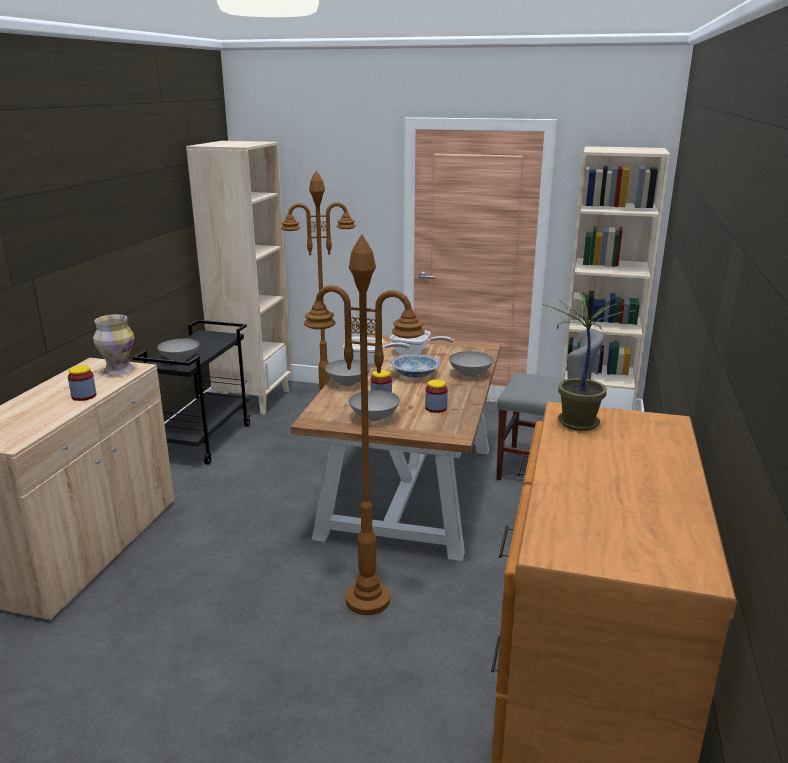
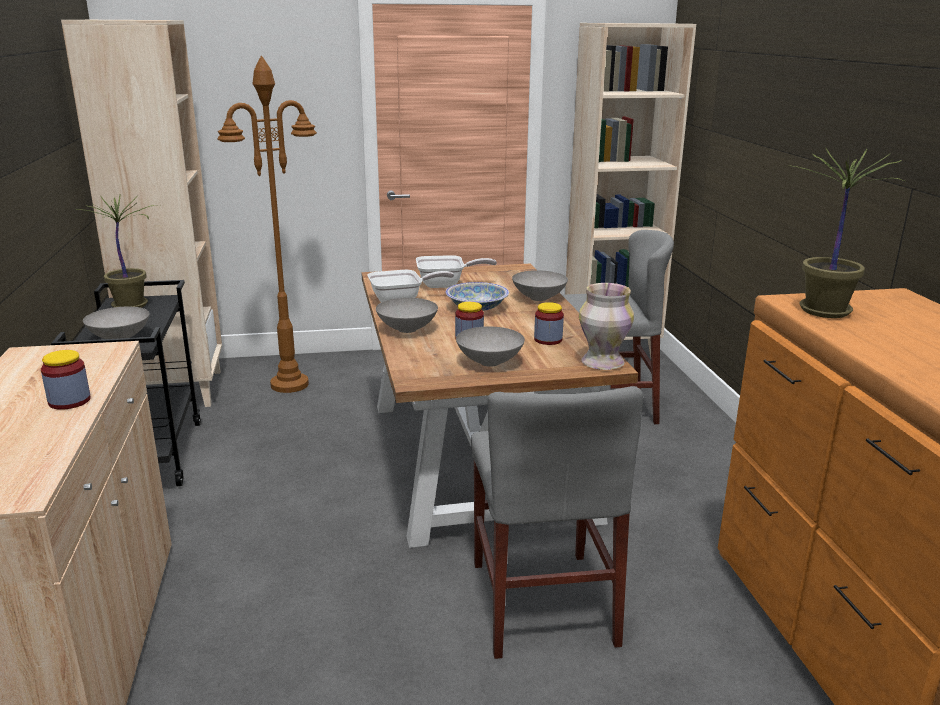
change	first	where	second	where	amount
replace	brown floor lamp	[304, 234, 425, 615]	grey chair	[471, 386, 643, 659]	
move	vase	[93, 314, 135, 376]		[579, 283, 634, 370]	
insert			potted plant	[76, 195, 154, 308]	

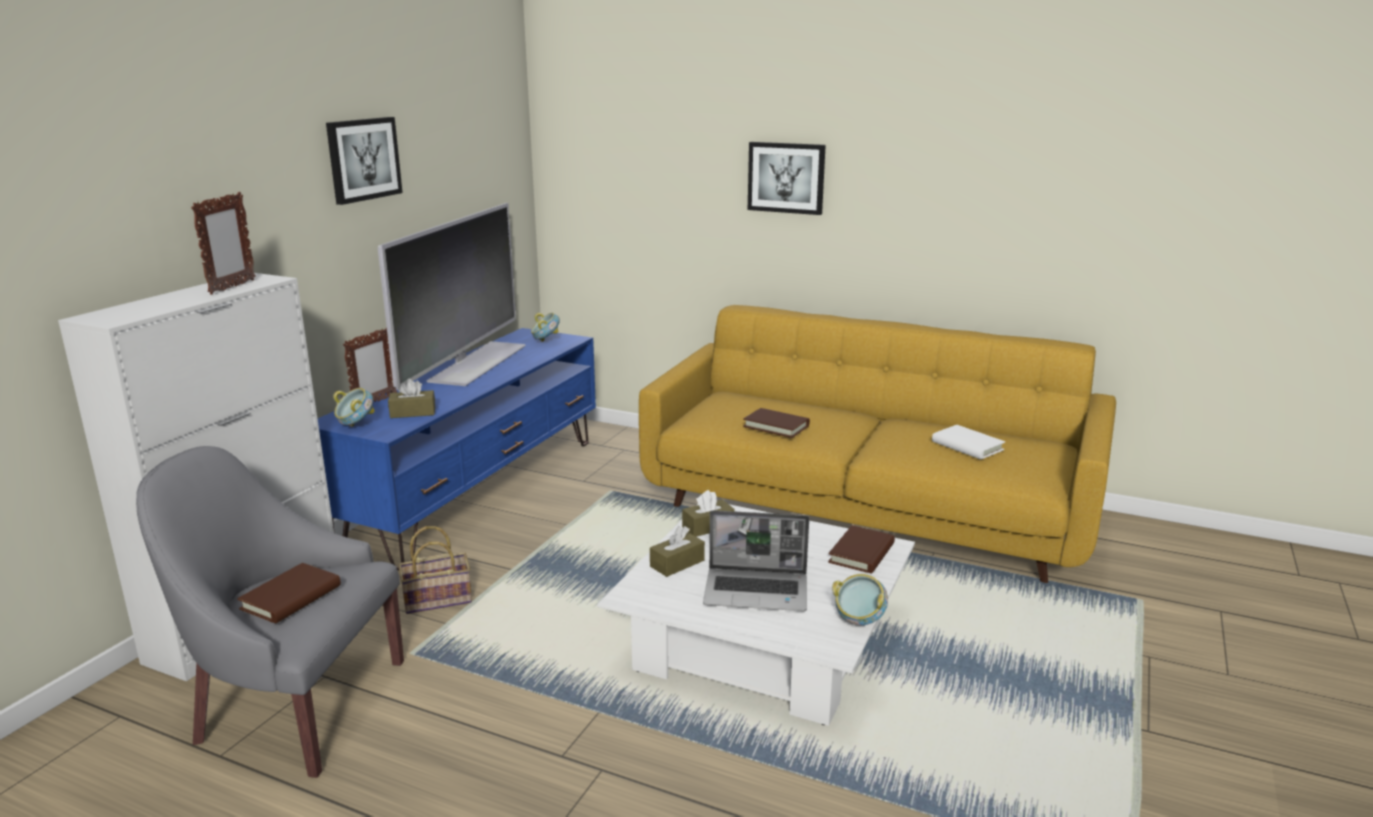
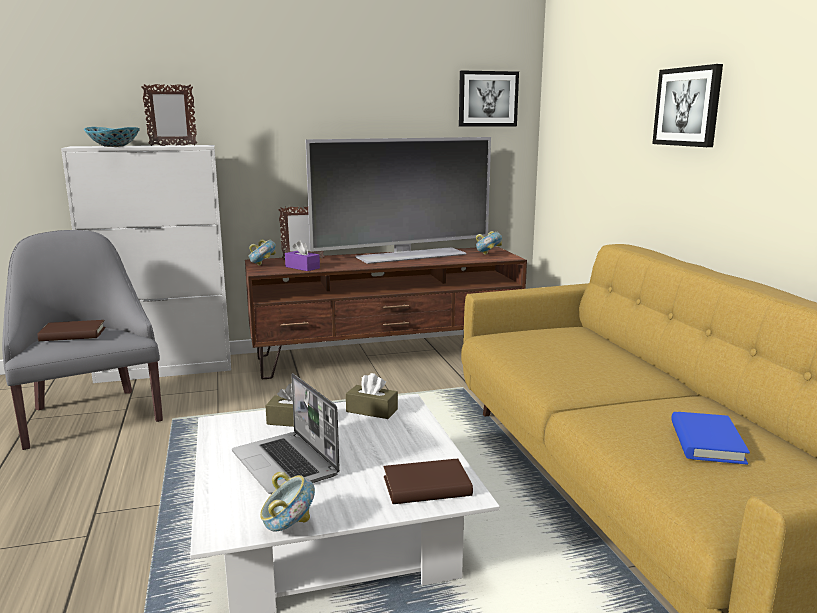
change	first	where	second	where	amount
move	picture	[326, 117, 403, 205]		[459, 70, 519, 127]	
recolor	blue tv stand	[318, 328, 596, 570]	brown tv stand	[245, 246, 527, 379]	
recolor	brown tissue box	[388, 379, 435, 418]	purple tissue box	[285, 240, 320, 271]	
delete	brown book	[743, 408, 810, 438]			
recolor	white book	[932, 425, 1005, 460]	blue book	[671, 412, 750, 464]	
delete	basket	[398, 526, 472, 614]			
insert			bowl	[84, 127, 140, 147]	

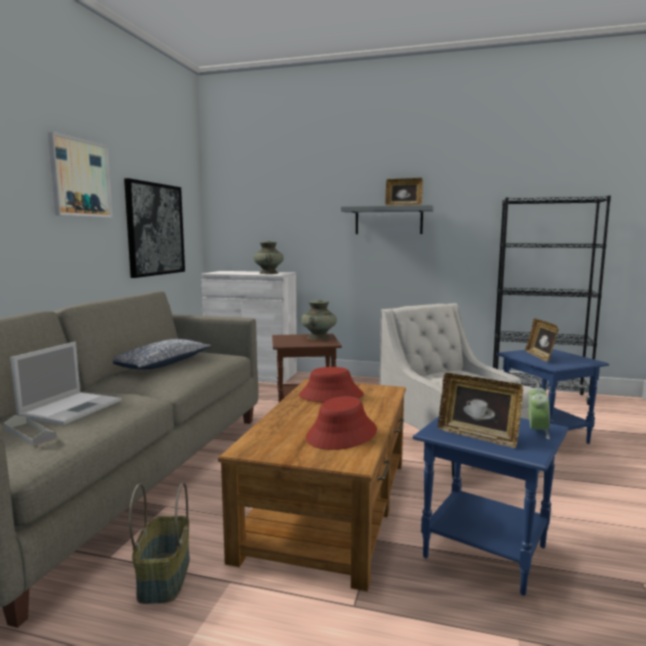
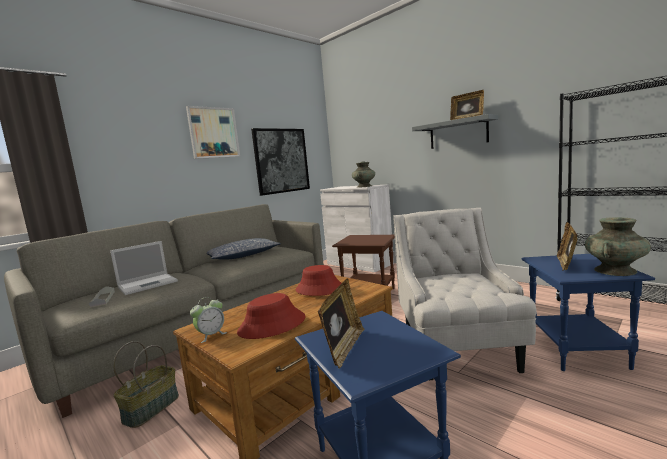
change	first	where	second	where	amount
move	turquoise vase	[301, 300, 337, 340]		[585, 217, 651, 276]	
rotate	picture frame	[438, 373, 523, 448]		[318, 278, 364, 368]	135 degrees counterclockwise
move	alarm clock	[529, 384, 550, 439]		[190, 297, 227, 343]	

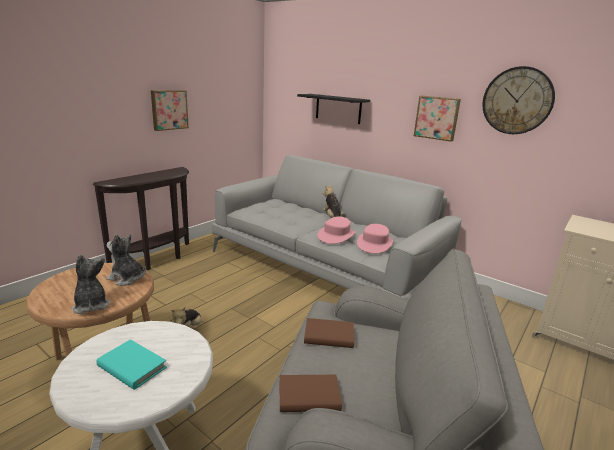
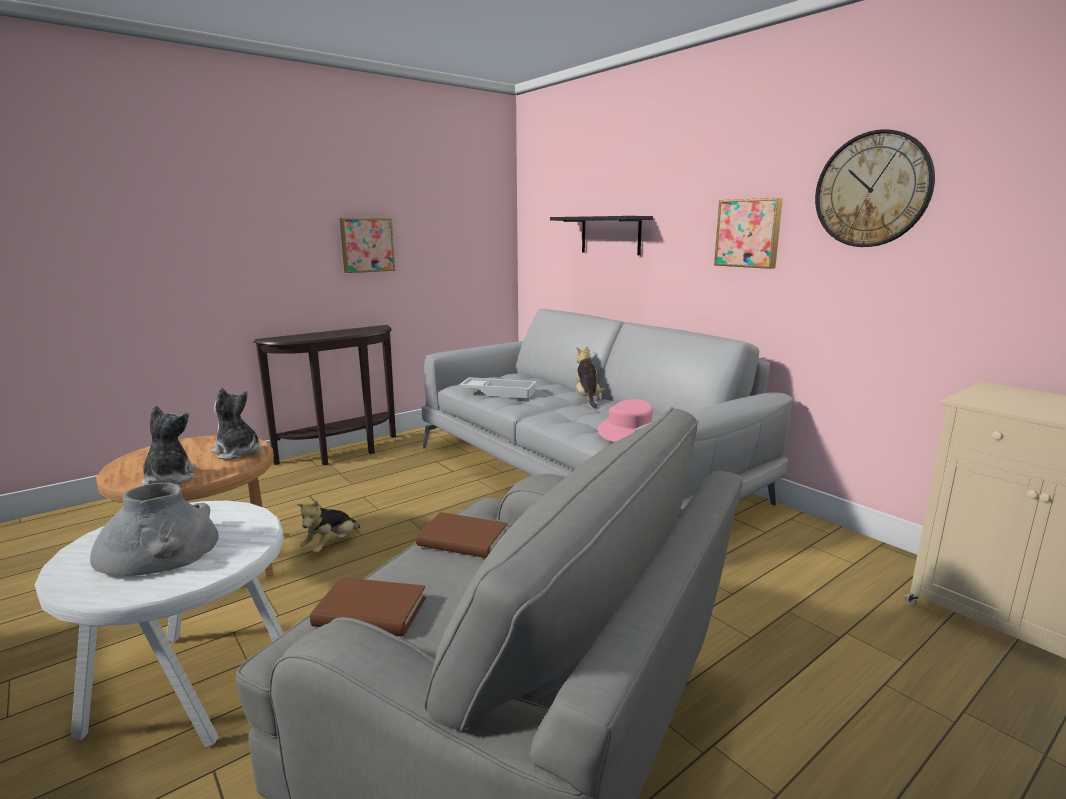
change	first	where	second	where	amount
delete	pink hat	[317, 216, 355, 244]			
replace	turquoise book	[96, 339, 167, 390]	grey vase	[90, 483, 219, 576]	
insert			white tray	[459, 377, 537, 398]	

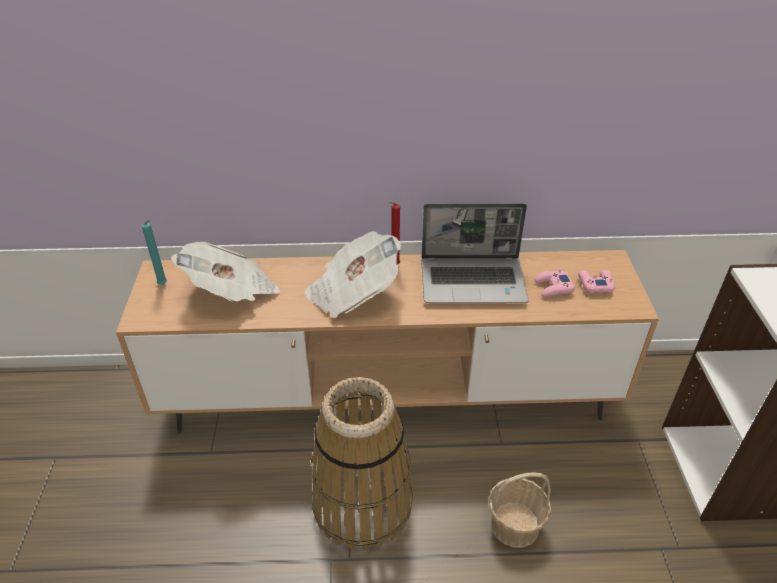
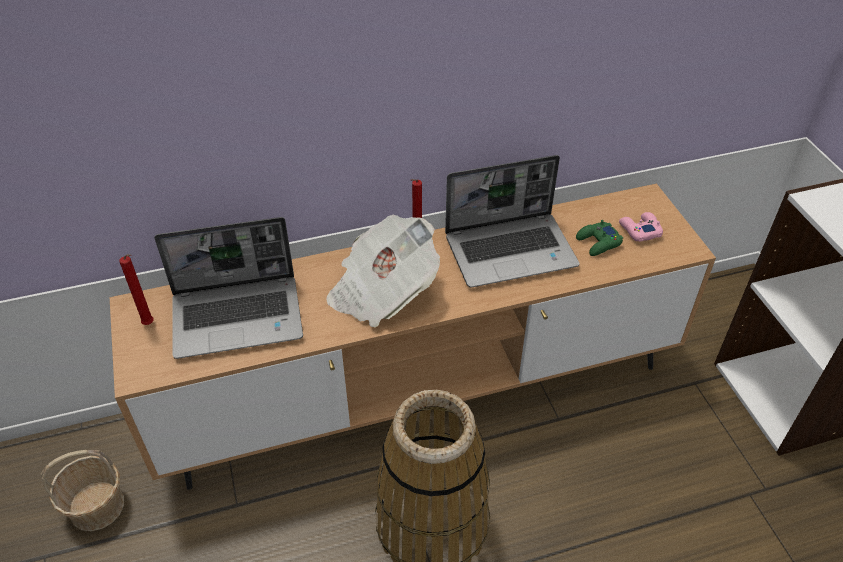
change	first	where	second	where	amount
recolor	turquoise candle	[142, 221, 167, 284]	red candle	[119, 254, 154, 325]	
replace	newspaper	[171, 241, 280, 302]	laptop	[154, 217, 303, 359]	
recolor	pink game controller	[534, 268, 575, 298]	green game controller	[576, 220, 623, 256]	
move	basket	[488, 473, 551, 548]		[41, 450, 124, 531]	

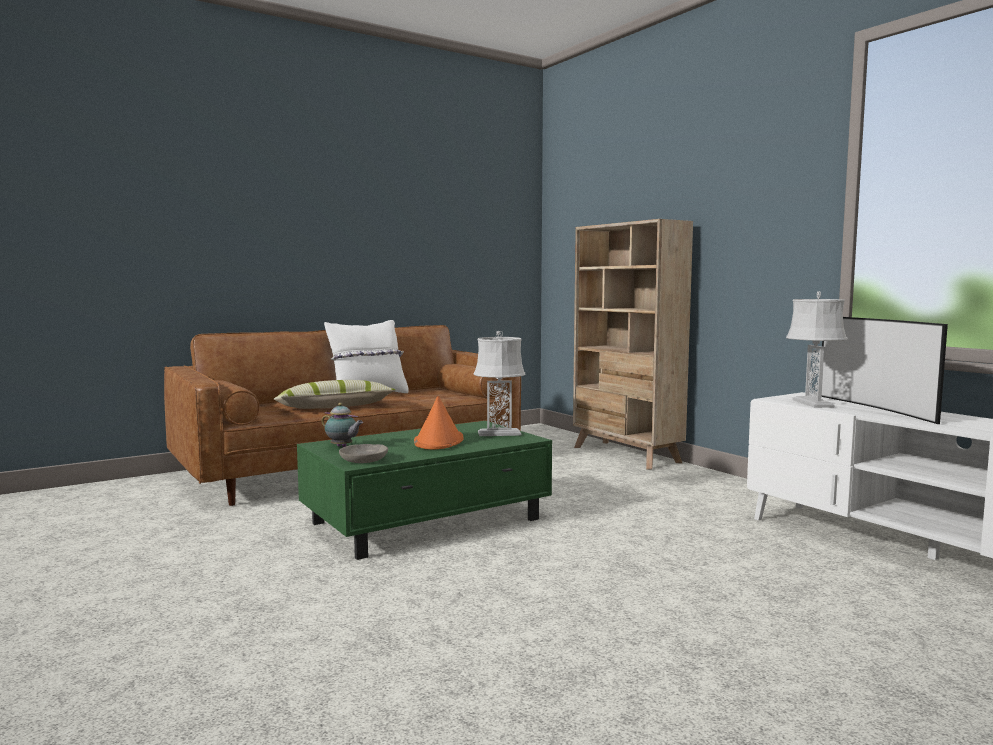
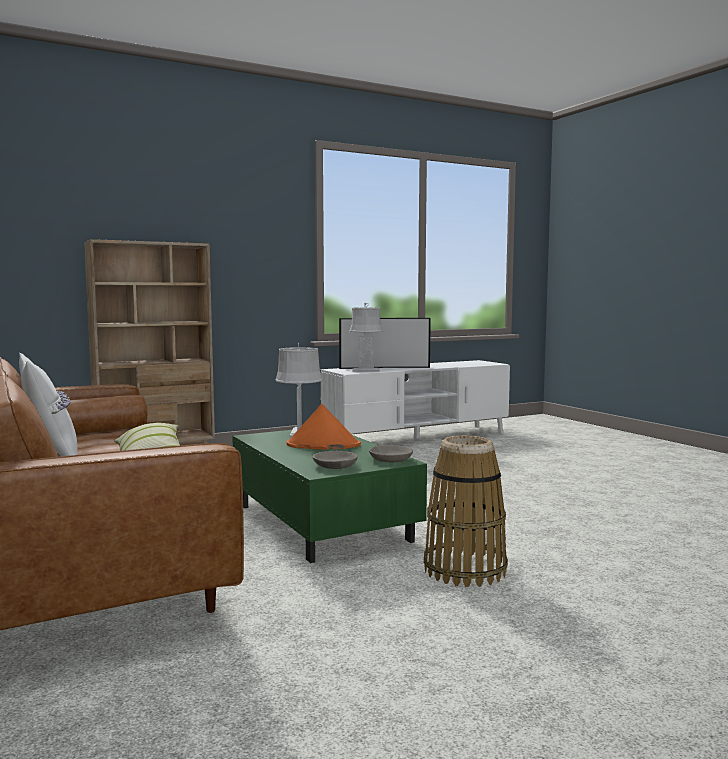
change	first	where	second	where	amount
replace	teapot	[322, 403, 363, 447]	grey bowl	[312, 451, 358, 469]	
insert			basket	[424, 436, 508, 587]	

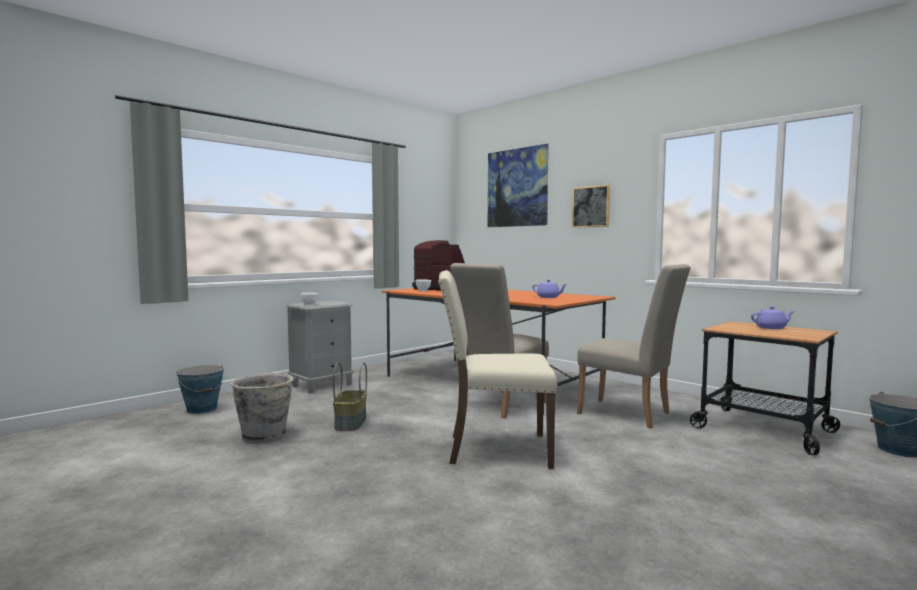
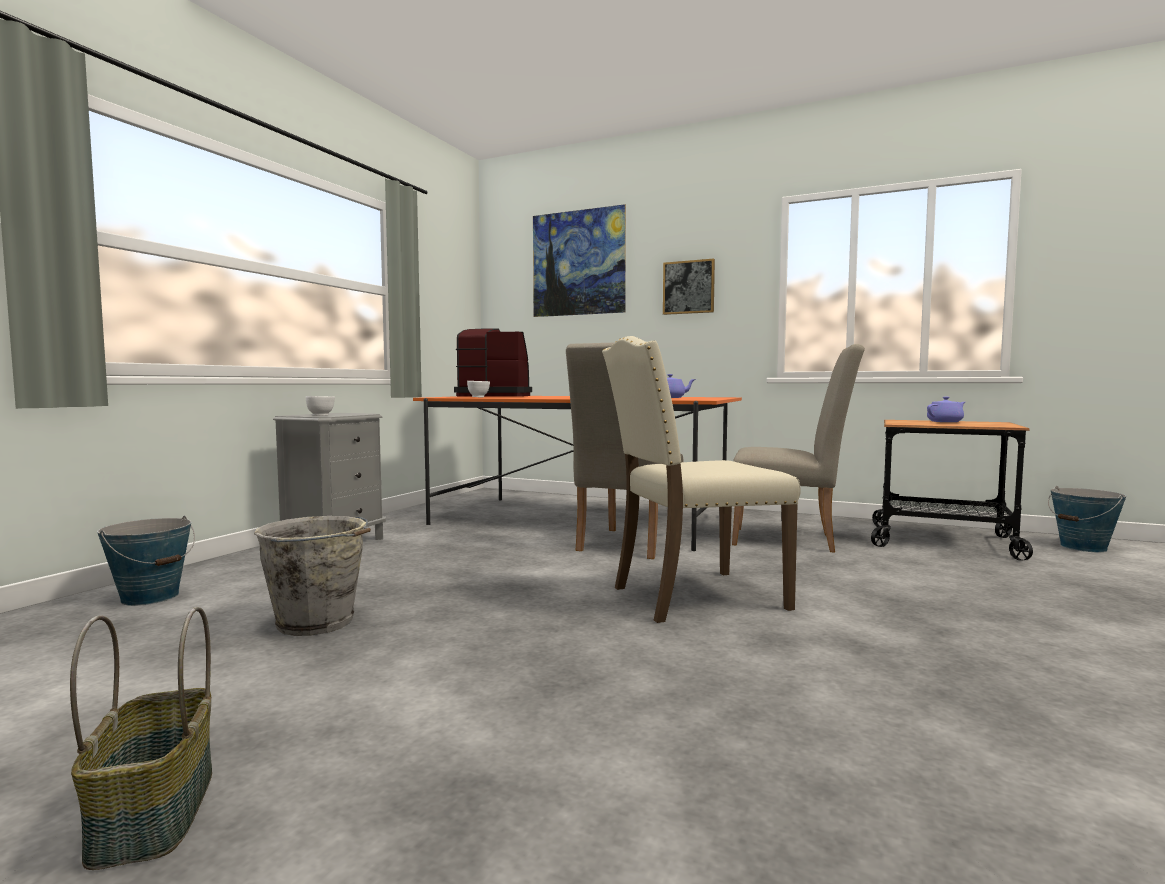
change	first	where	second	where	amount
move	basket	[333, 362, 367, 431]		[70, 607, 212, 870]	

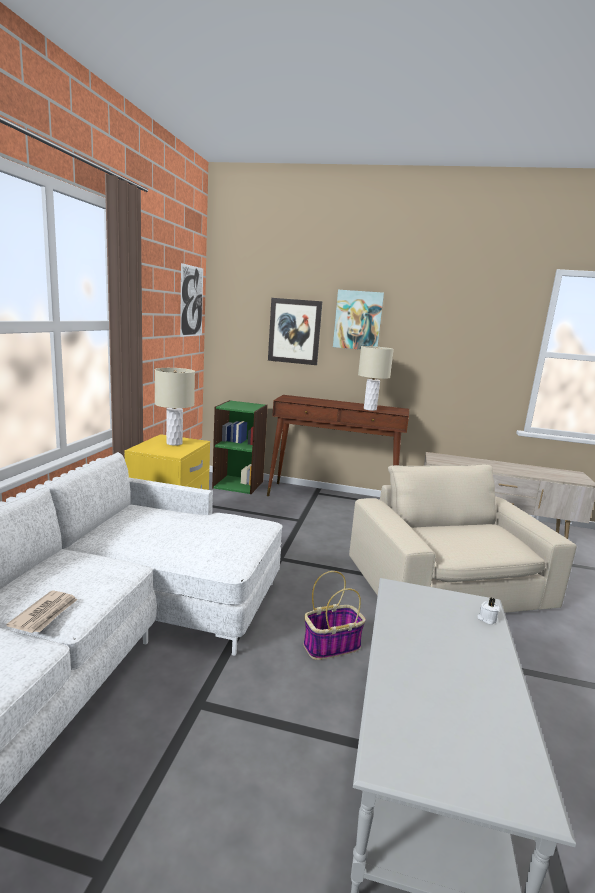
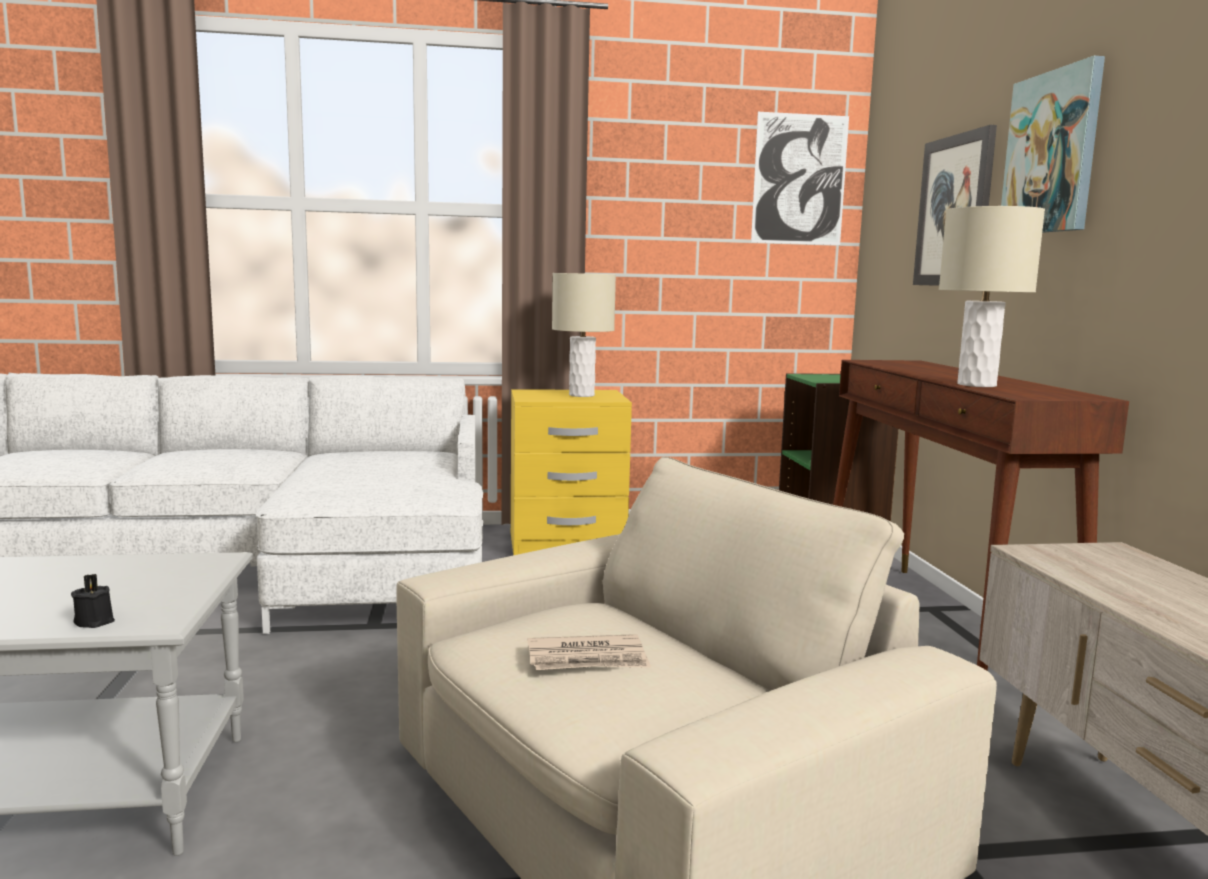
change	first	where	second	where	amount
delete	basket	[303, 571, 366, 660]			
move	newspaper	[6, 590, 77, 633]		[528, 634, 651, 670]	
recolor	white candle	[477, 598, 500, 624]	black candle	[71, 574, 115, 628]	

